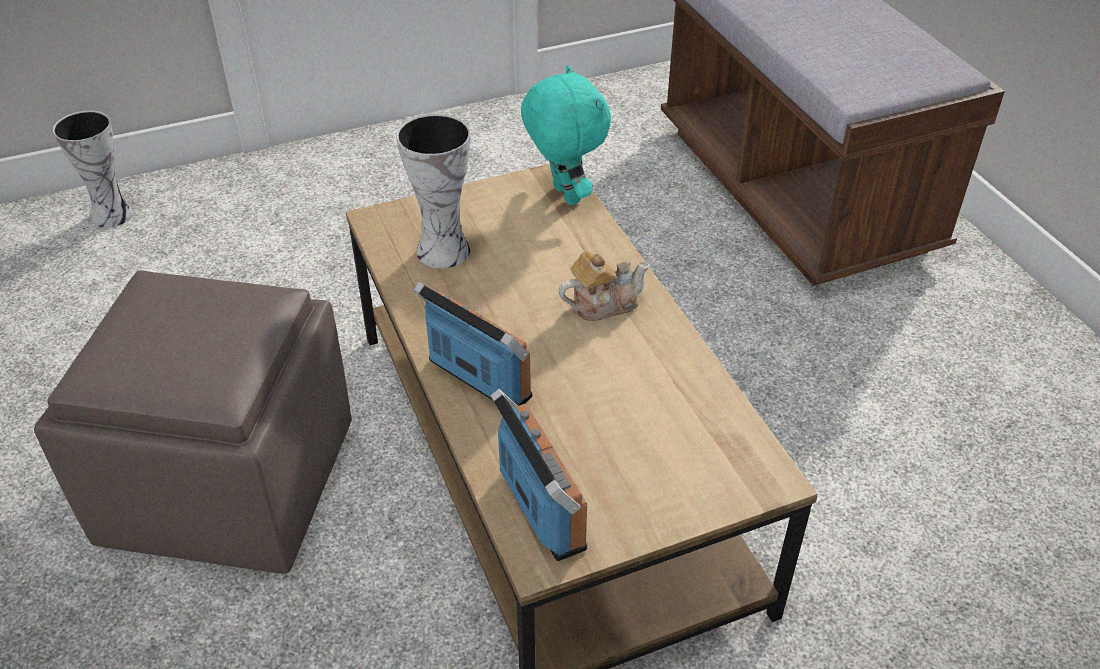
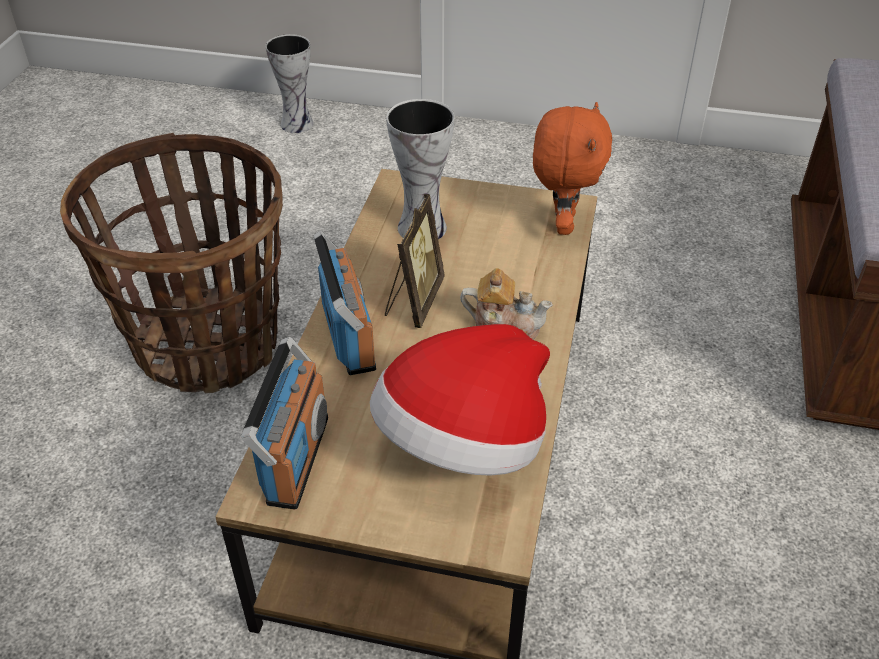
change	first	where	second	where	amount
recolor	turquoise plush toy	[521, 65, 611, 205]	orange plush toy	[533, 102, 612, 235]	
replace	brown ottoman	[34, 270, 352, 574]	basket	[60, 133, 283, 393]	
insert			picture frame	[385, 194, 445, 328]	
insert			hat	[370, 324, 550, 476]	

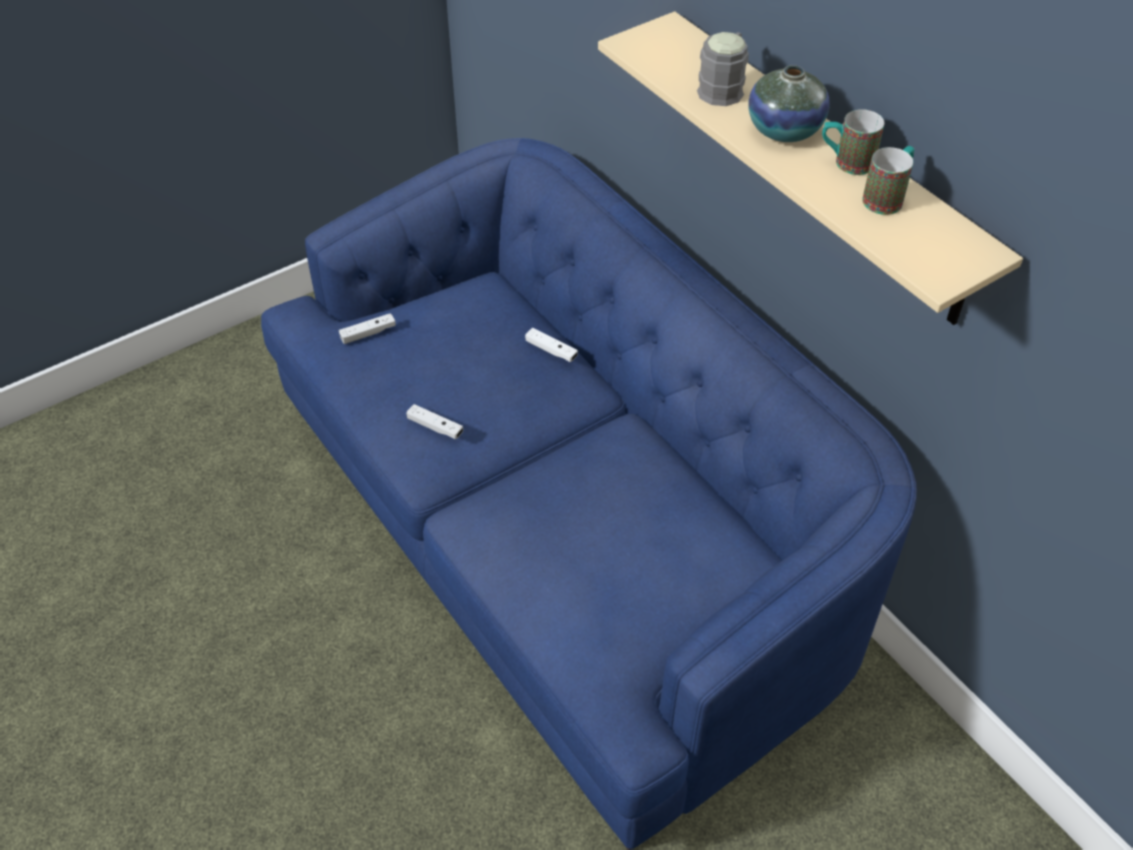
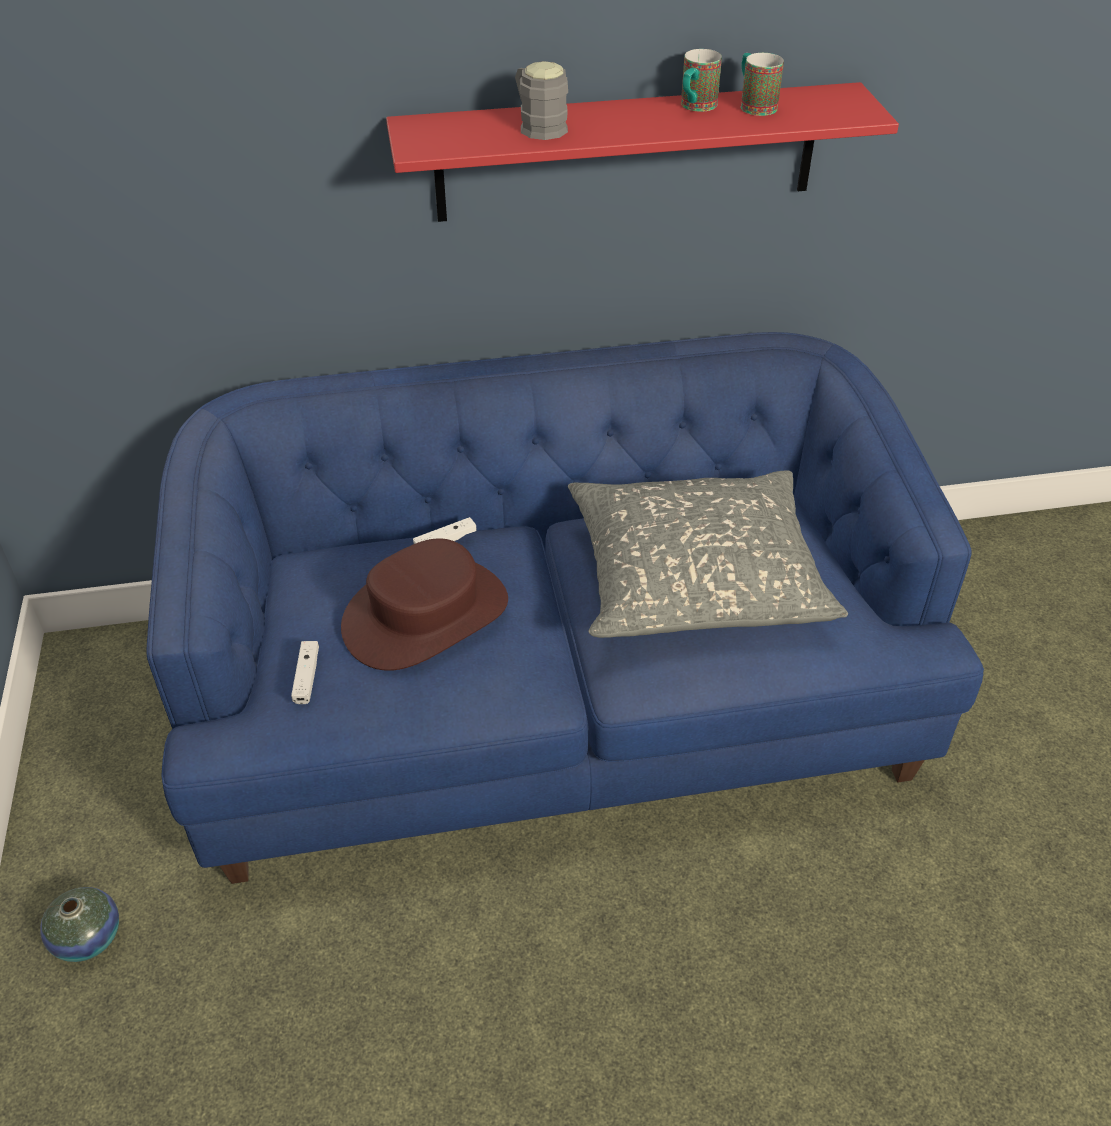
change	first	where	second	where	amount
recolor	beige shelf	[598, 11, 1023, 325]	red shelf	[386, 82, 899, 222]	
move	vase	[749, 65, 830, 142]		[40, 887, 119, 962]	
delete	white game controller	[406, 404, 463, 439]			
insert			grey pillow	[568, 470, 848, 638]	
insert			brown hat	[341, 538, 508, 671]	

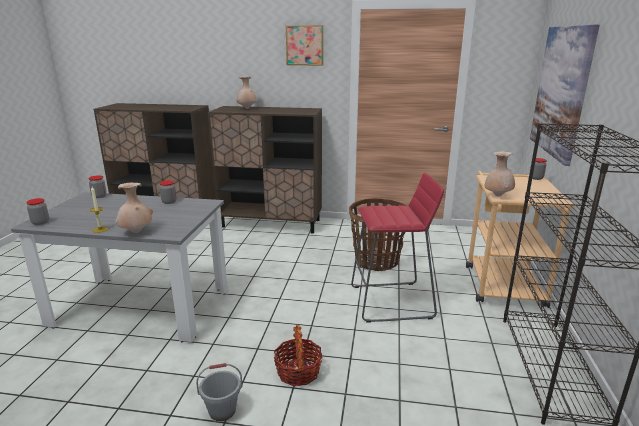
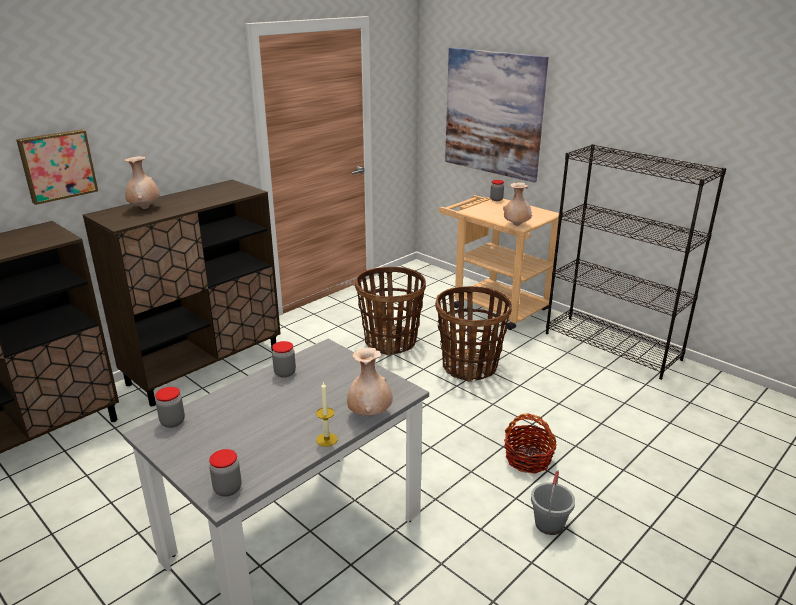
change	first	where	second	where	amount
move	picture	[286, 25, 324, 66]		[16, 129, 98, 205]	
replace	red stool	[351, 173, 444, 323]	basket	[435, 286, 512, 382]	

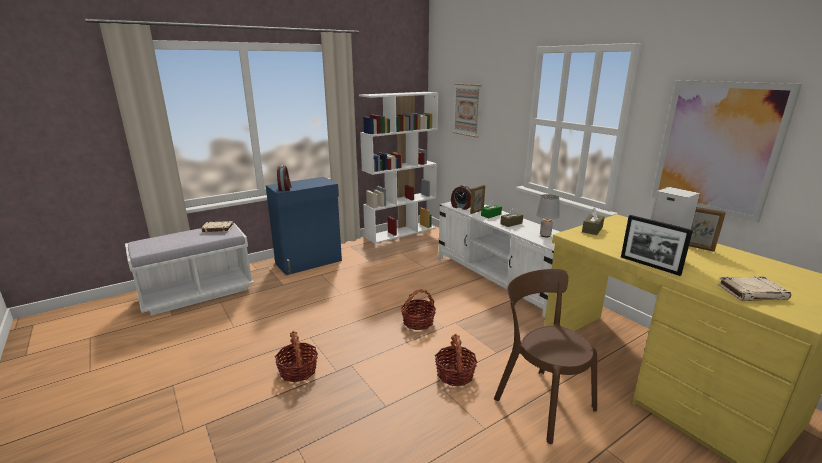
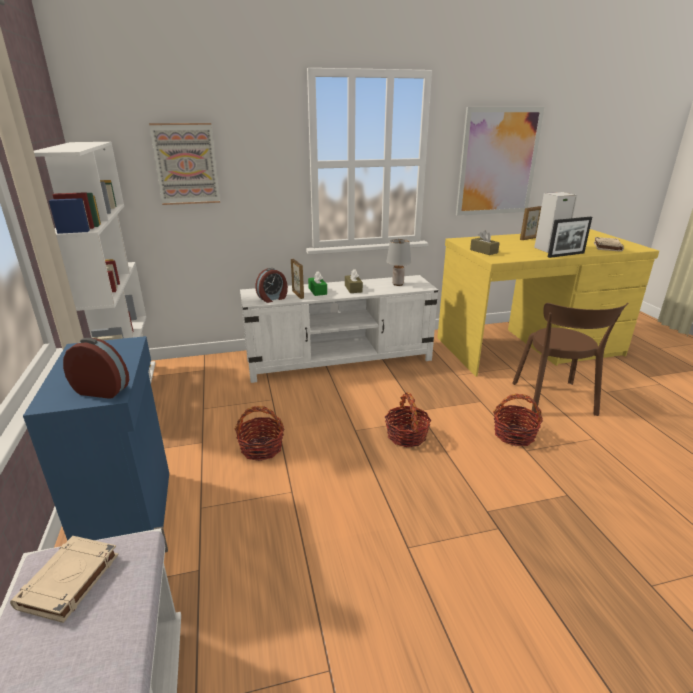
change	first	where	second	where	amount
rotate	brown chair	[494, 269, 597, 444]		[512, 303, 628, 416]	75 degrees counterclockwise
move	basket	[275, 331, 318, 383]		[235, 406, 284, 461]	

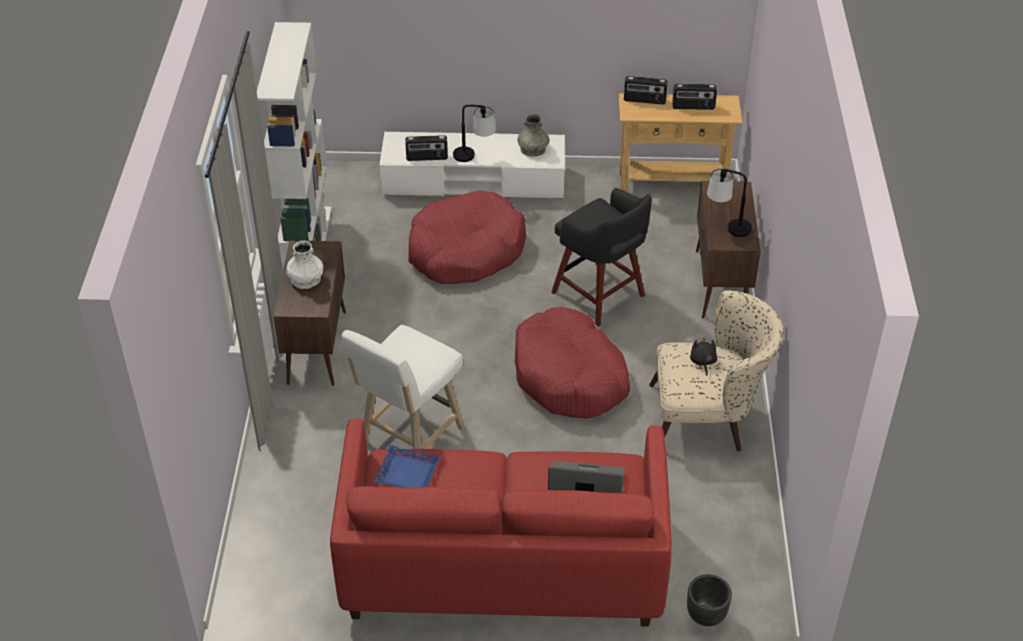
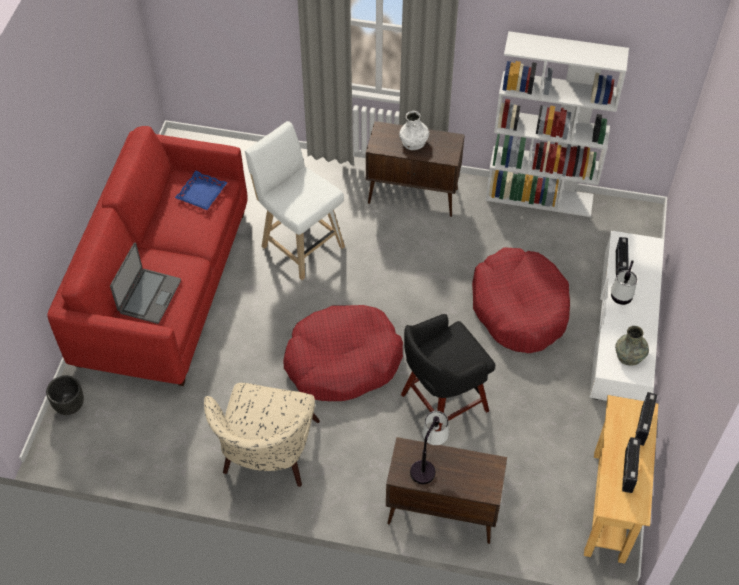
change	first	where	second	where	amount
delete	black plush toy	[690, 337, 717, 376]			

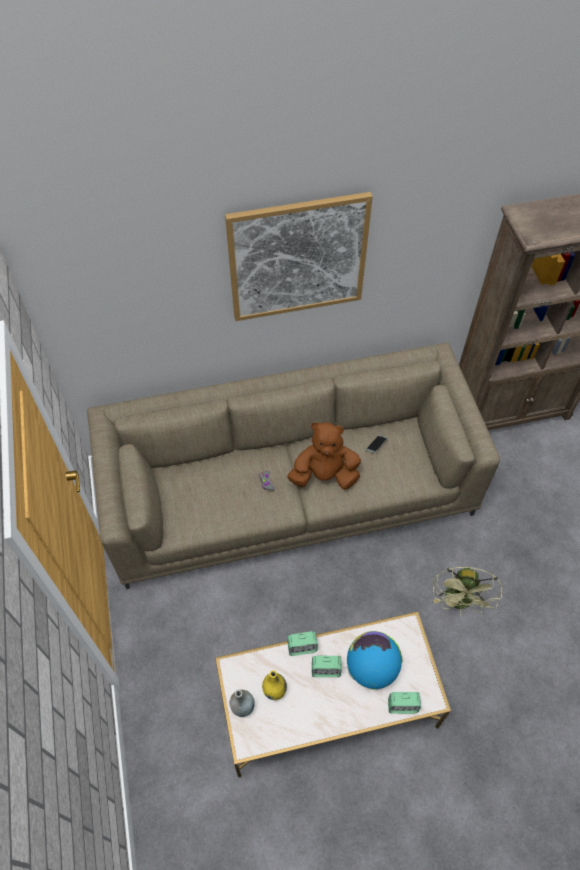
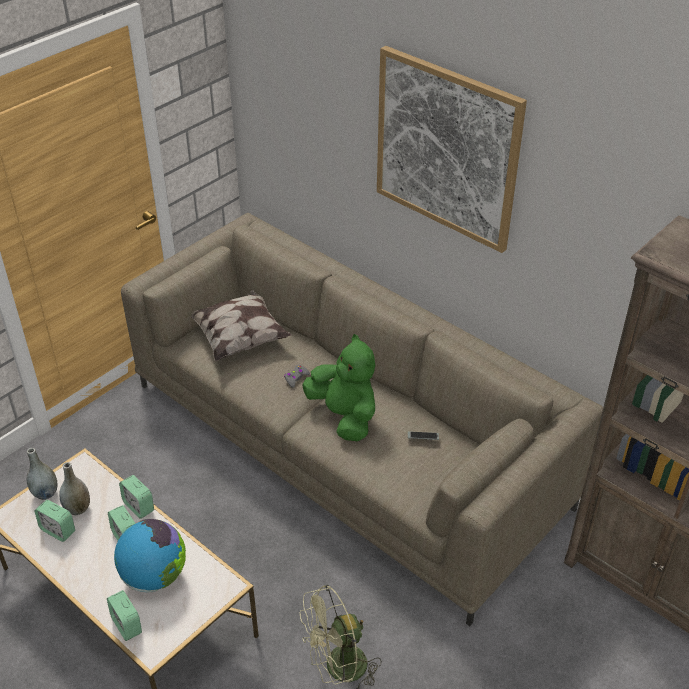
change	first	where	second	where	amount
recolor	brown plush toy	[287, 422, 361, 490]	green plush toy	[302, 334, 375, 441]	
recolor	yellow vase	[262, 670, 287, 700]	grey vase	[60, 462, 90, 516]	
insert			pillow	[191, 290, 292, 361]	
insert			alarm clock	[34, 500, 75, 542]	

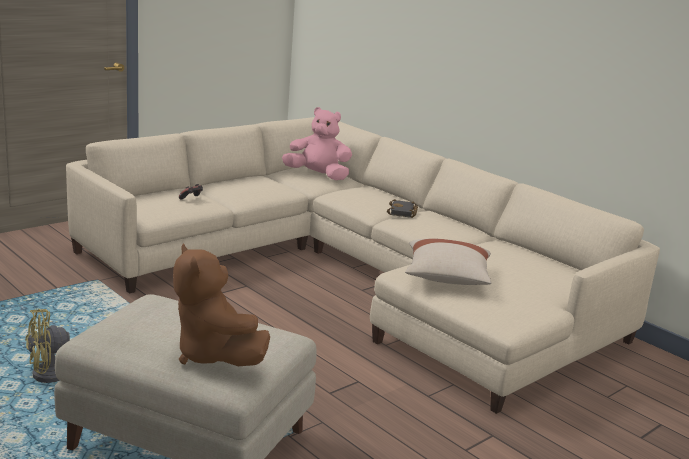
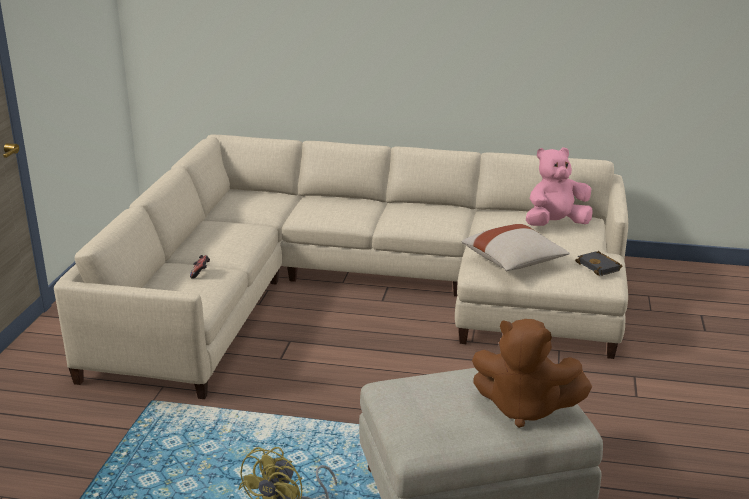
change	first	where	second	where	amount
move	pink plush toy	[282, 107, 352, 180]		[526, 147, 593, 226]	
move	black book	[387, 199, 418, 218]		[575, 251, 622, 276]	

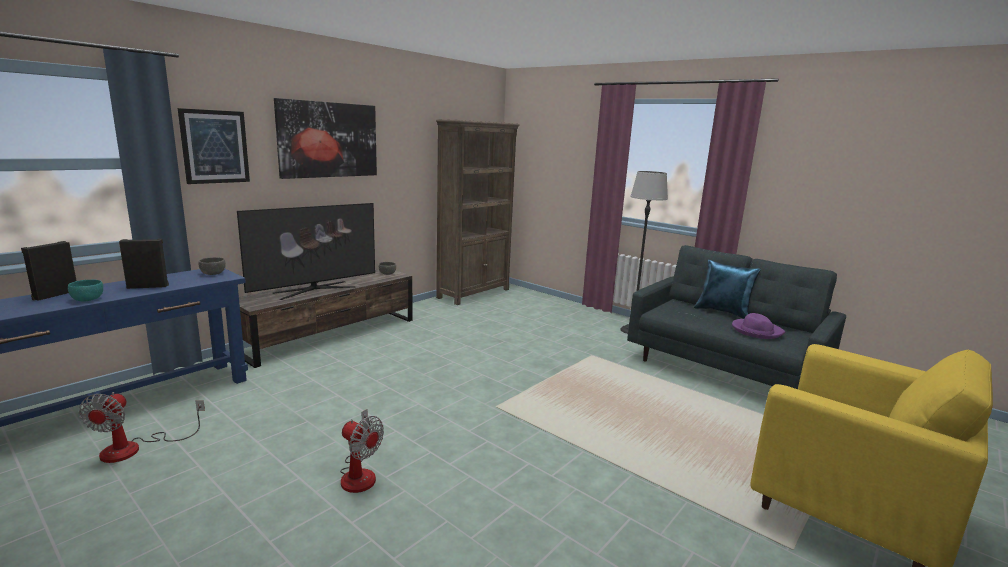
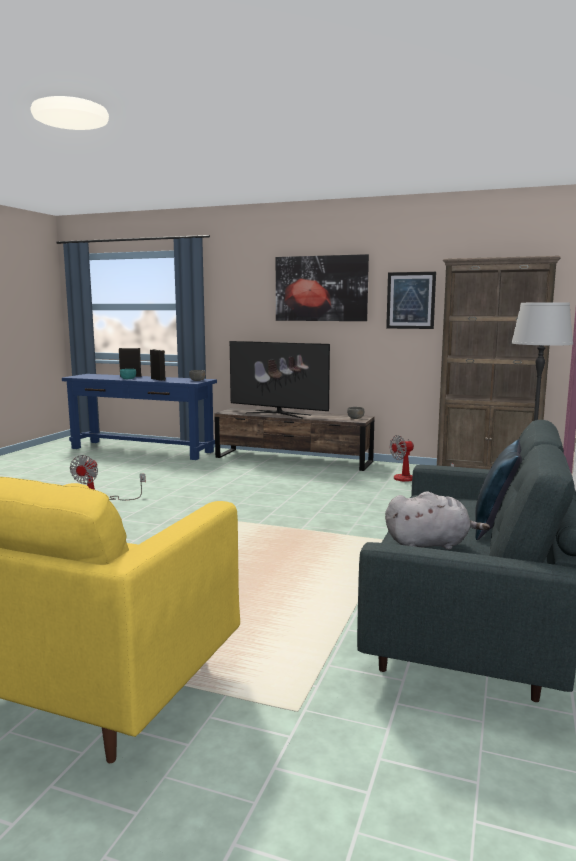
change	first	where	second	where	amount
move	picture	[178, 108, 250, 184]		[386, 272, 436, 329]	
replace	purple hat	[732, 313, 785, 339]	grey plush toy	[385, 491, 490, 550]	
move	fan	[79, 392, 205, 463]		[390, 435, 454, 482]	

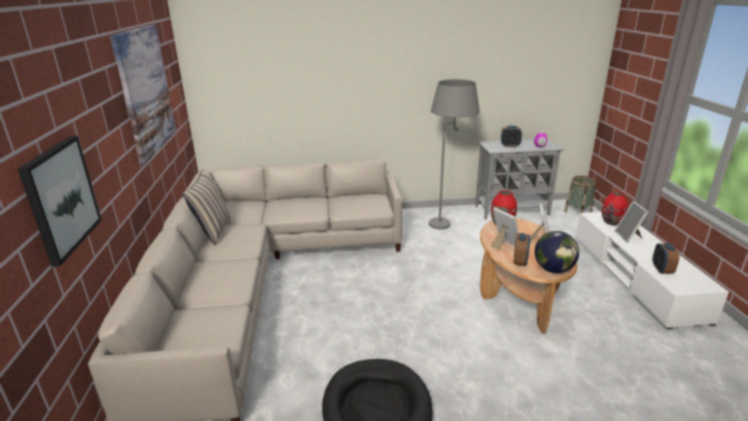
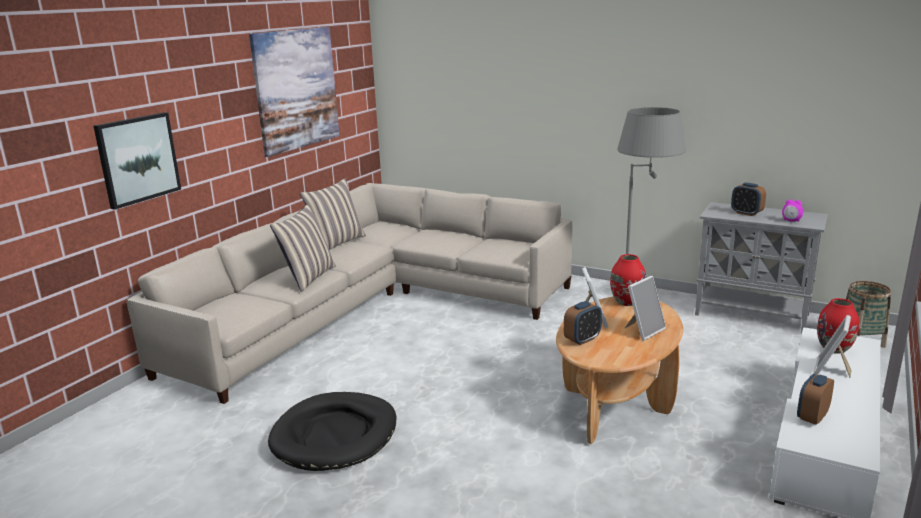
change	first	where	second	where	amount
delete	globe	[535, 231, 579, 273]			
insert			pillow	[270, 204, 336, 292]	

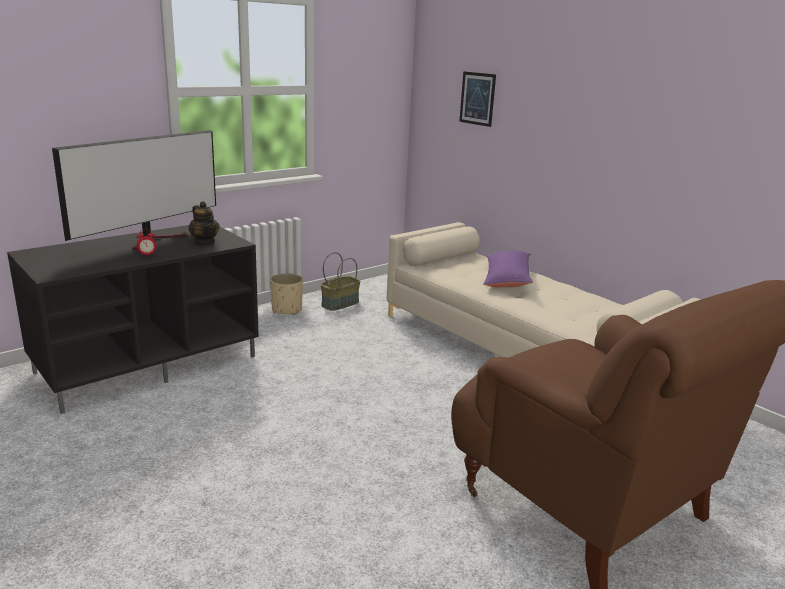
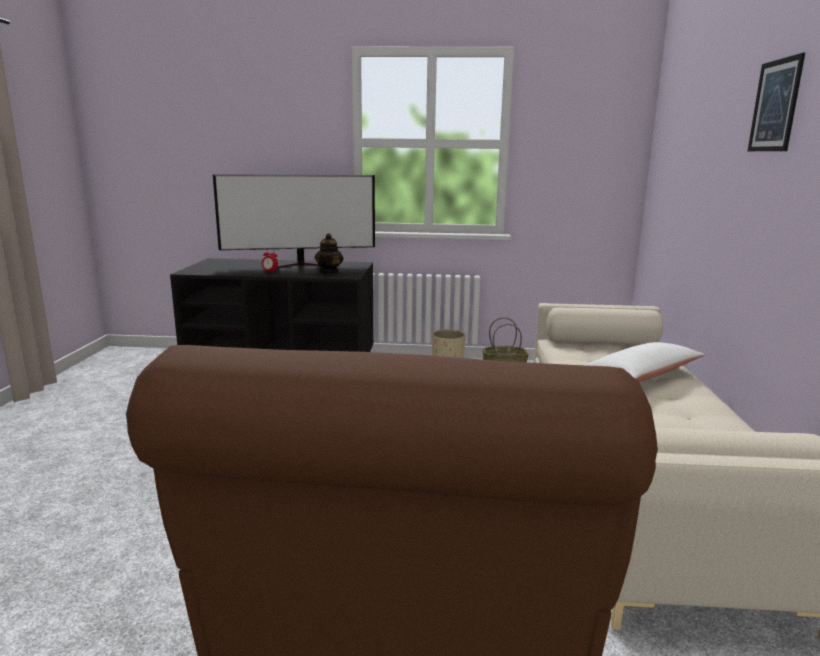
change	first	where	second	where	amount
move	picture	[459, 71, 496, 127]		[748, 53, 805, 151]	
recolor	purple pillow	[483, 251, 533, 287]	white pillow	[586, 342, 705, 382]	

